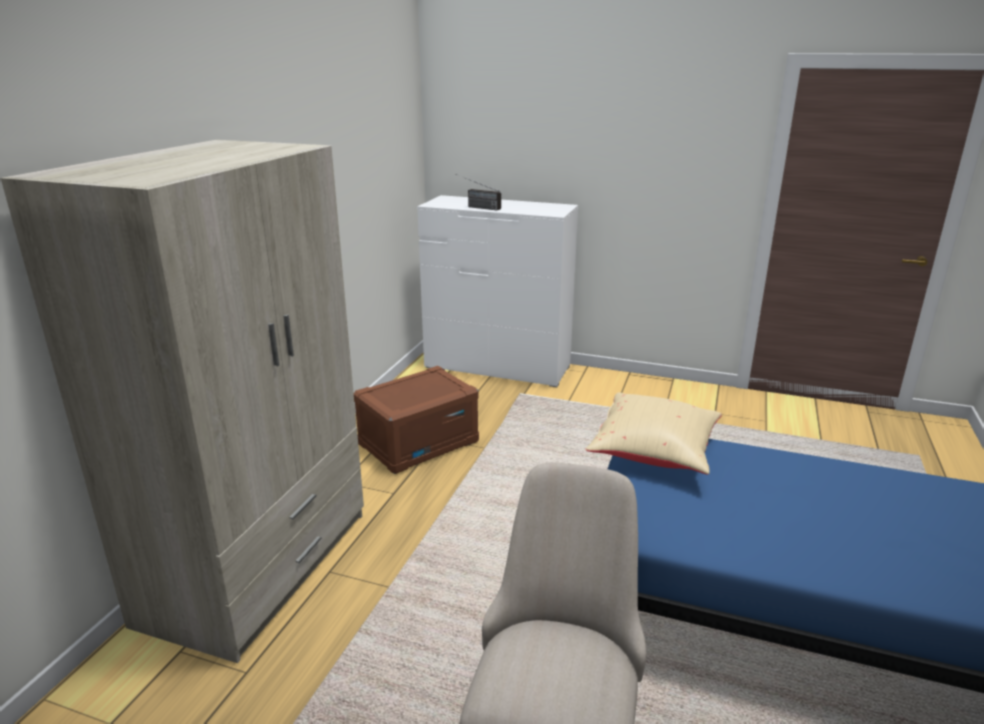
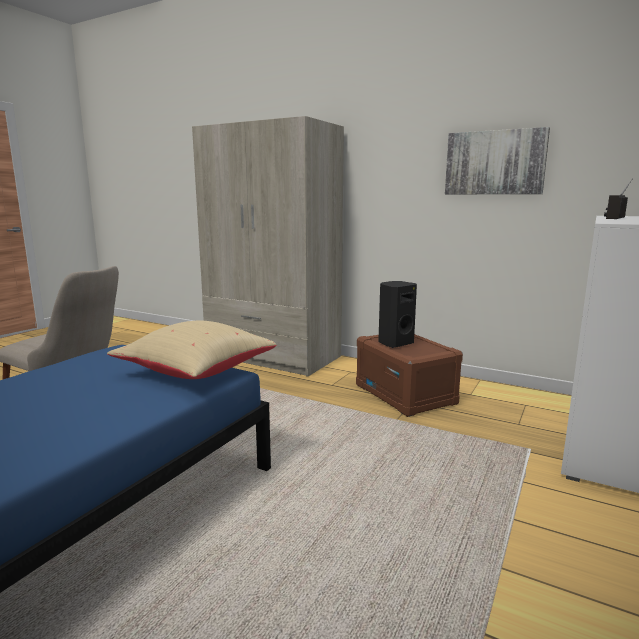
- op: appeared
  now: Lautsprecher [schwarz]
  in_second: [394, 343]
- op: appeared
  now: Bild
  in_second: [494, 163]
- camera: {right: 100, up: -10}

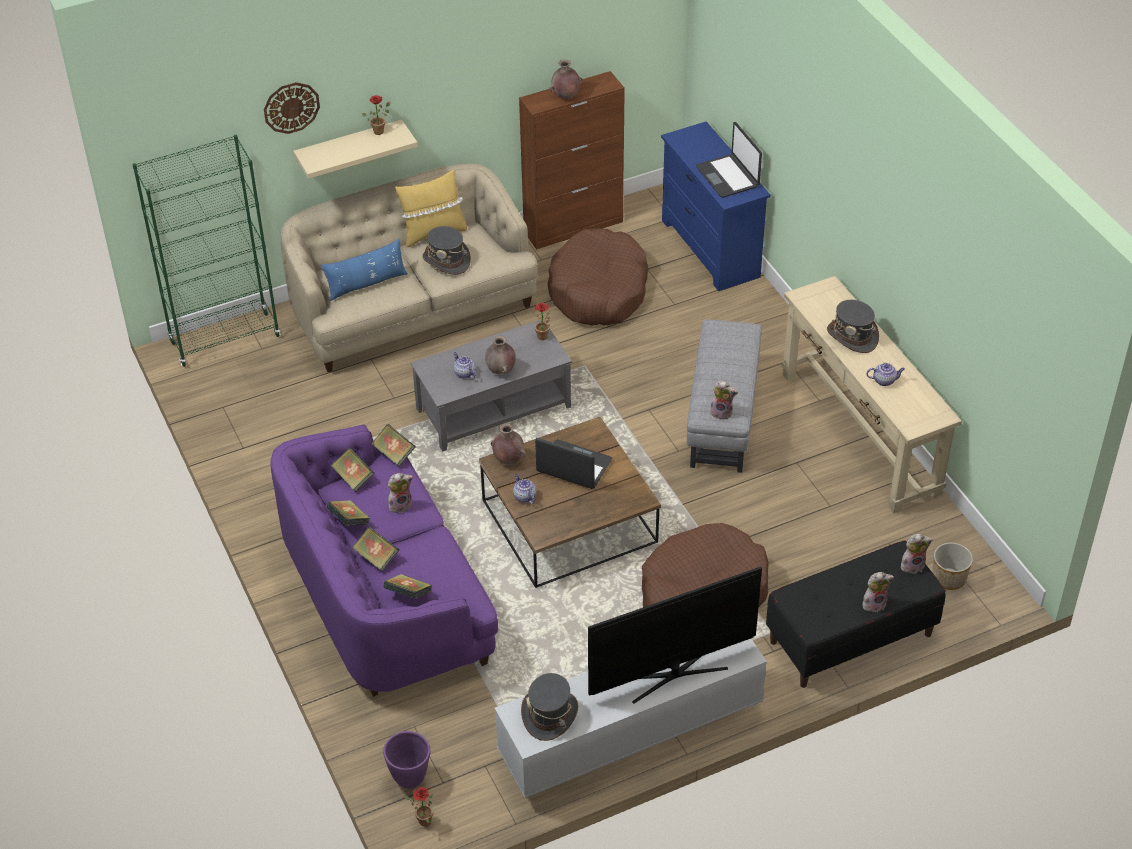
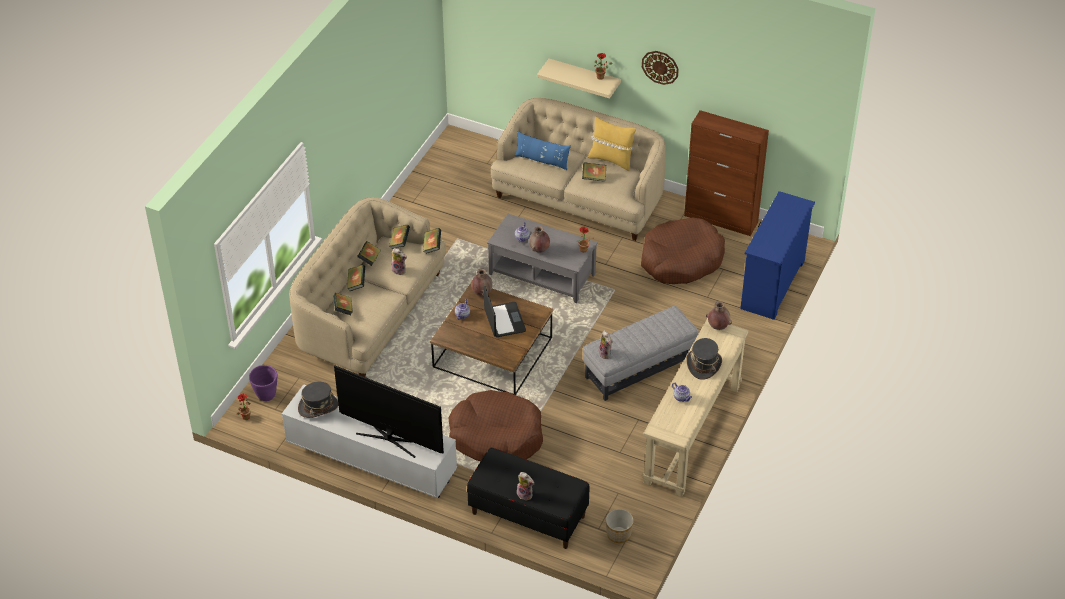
- op: missing
  was: Bücherregal [grün]
  in_first: [225, 339]
- op: relocated
  was: Wanduhr
  in_first: [291, 107]
  in_second: [660, 67]
- op: colour
  was: Sofa [lila]
  now: Sofa [beige]
  in_first: [384, 595]
  in_second: [370, 314]
- op: exchanged
  was: Hut [grau]
  now: Buch
  in_first: [447, 260]
  in_second: [594, 177]
- op: relocated
  was: Vase [braun]
  in_first: [566, 96]
  in_second: [718, 327]
- op: missing
  was: Laptop
  in_first: [728, 177]
- op: missing
  was: Plüschtier
  in_first: [912, 565]
- camera: {right: 50, up: 0}

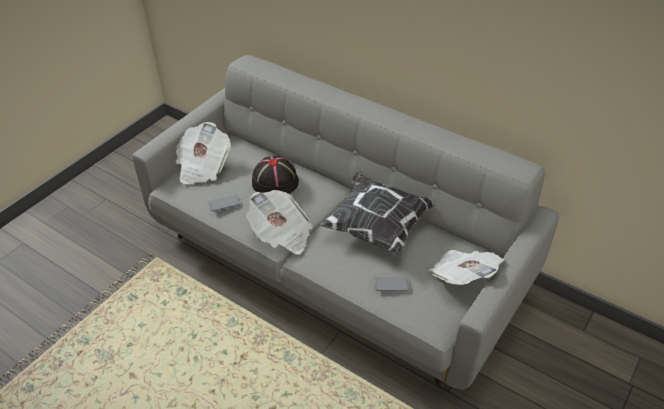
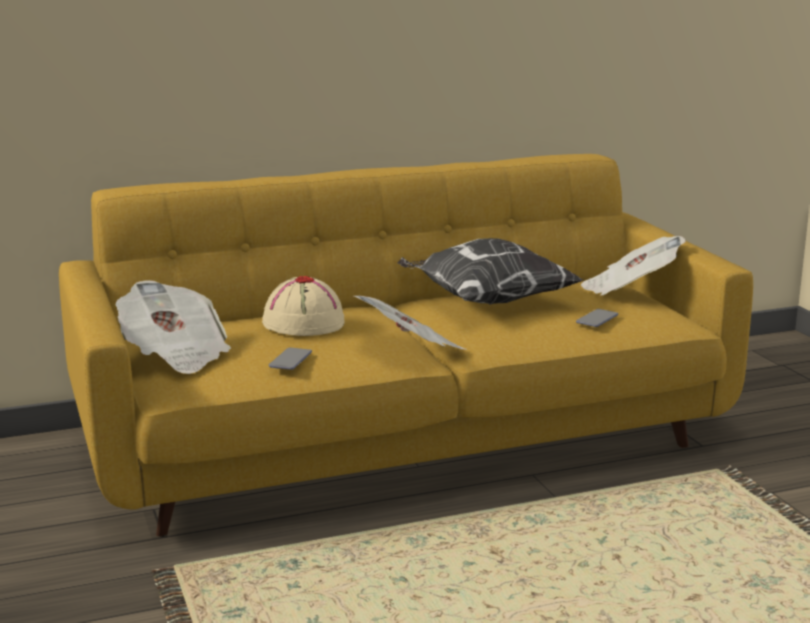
- op: colour
  was: Sofa [grau]
  now: Sofa [gelb]
  in_first: [334, 262]
  in_second: [405, 441]
- op: colour
  was: Hut [schwarz]
  now: Hut [beige]
  in_first: [275, 181]
  in_second: [303, 323]
- camera: {right: -55, up: -25}

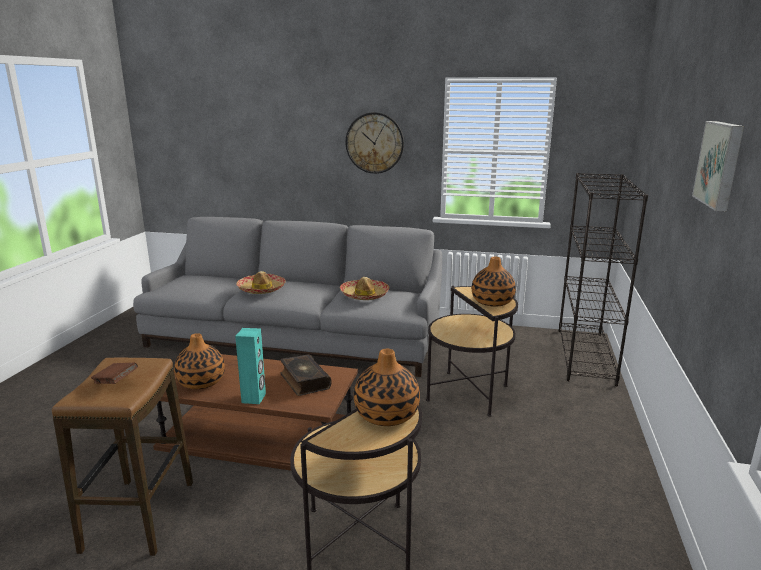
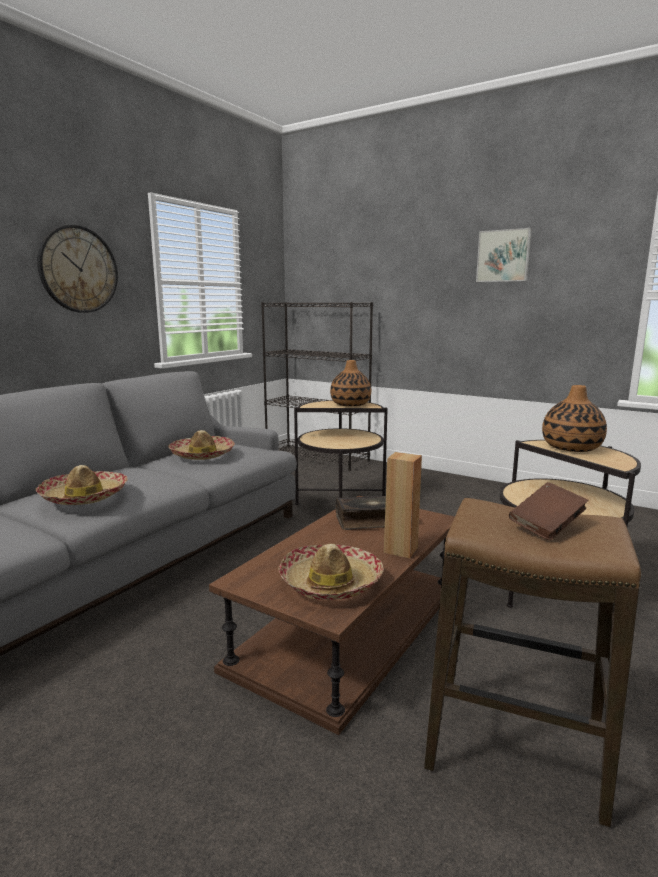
- op: exchanged
  was: Vase
  now: Hut
  in_first: [201, 382]
  in_second: [331, 582]
- op: colour
  was: Lautsprecher [türkis]
  now: Lautsprecher [braun]
  in_first: [254, 398]
  in_second: [401, 550]
- camera: {right: -70, up: -5}

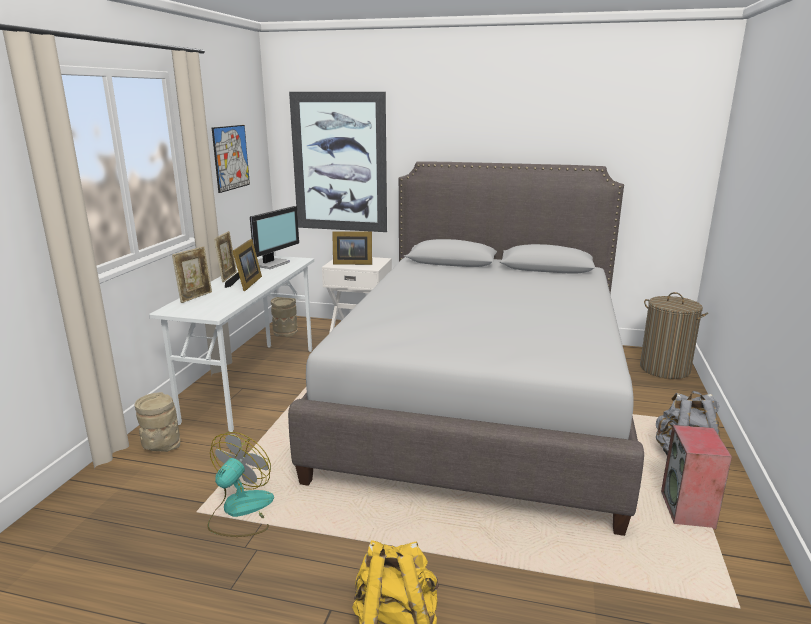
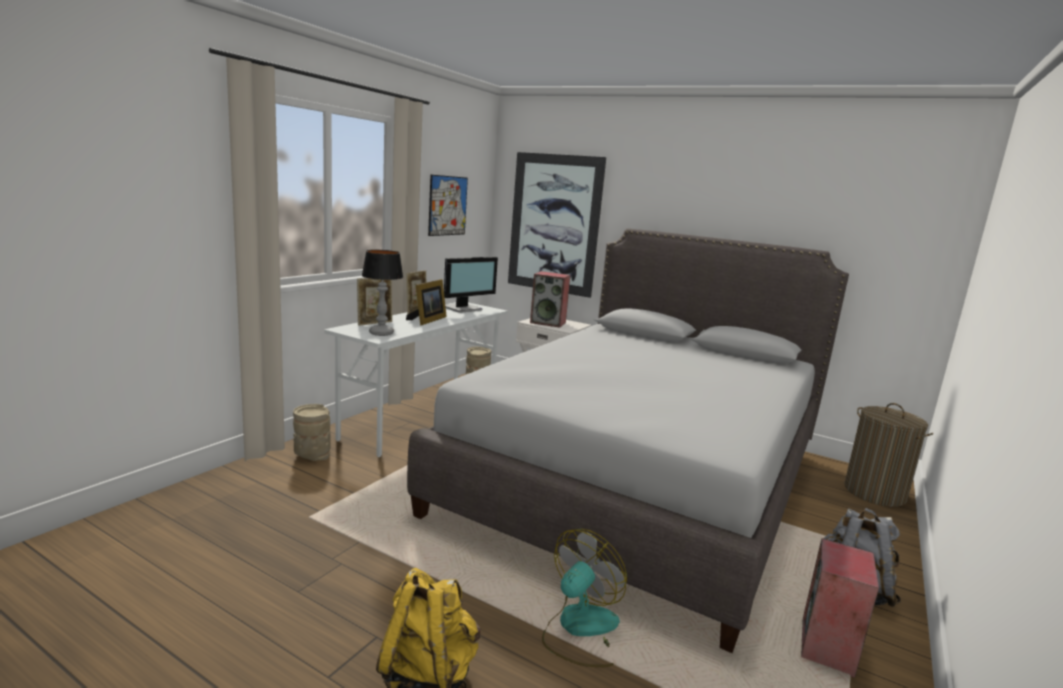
- op: relocated
  was: Ventilator
  in_first: [240, 511]
  in_second: [579, 630]
- op: exchanged
  was: Bilderrahmen
  now: Lautsprecher
  in_first: [351, 263]
  in_second: [548, 323]
- op: appeared
  now: Tischlampe
  in_second: [381, 333]
- camera: {right: 15, up: -5}

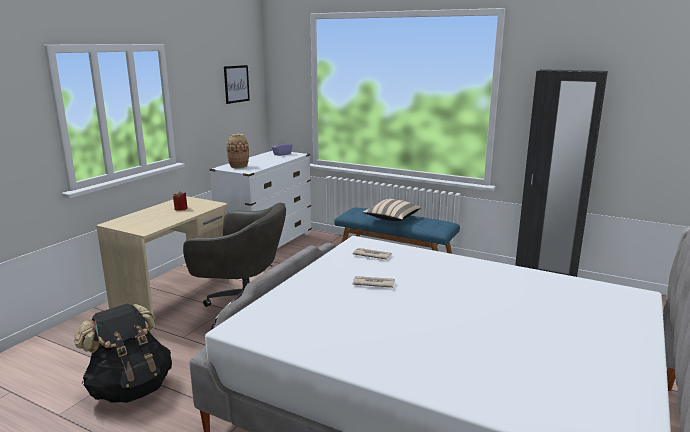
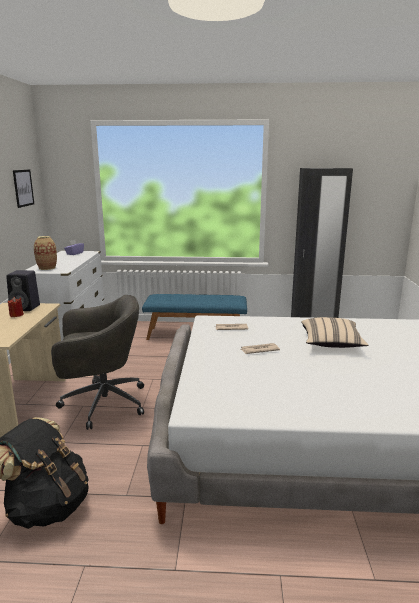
- op: relocated
  was: Kissen [beige]
  in_first: [391, 218]
  in_second: [331, 344]
- op: appeared
  now: Lautsprecher [schwarz]
  in_second: [26, 307]
- camera: {right: -25, up: 0}

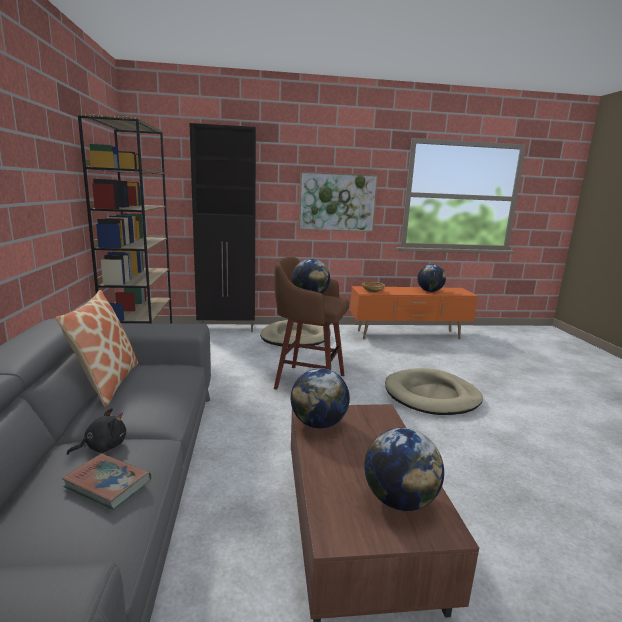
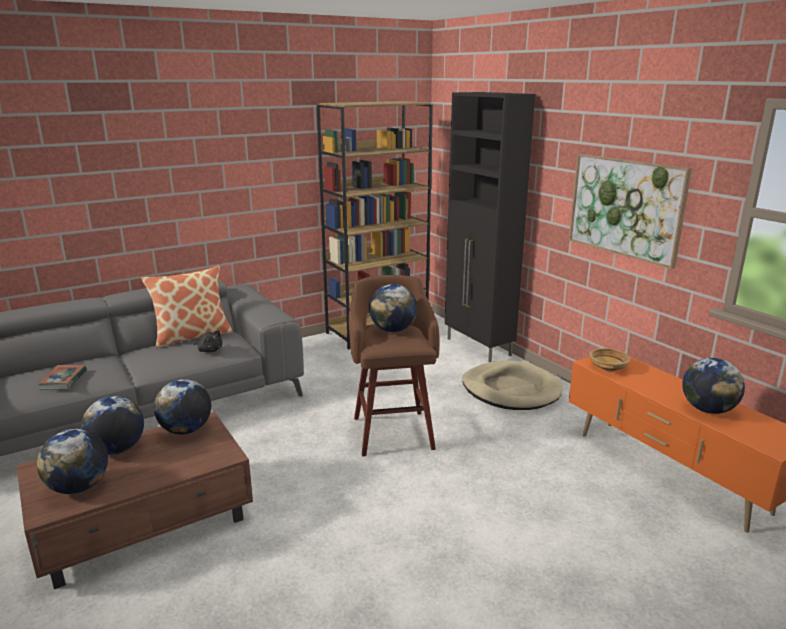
- op: relocated
  was: Plüschtier [schwarz]
  in_first: [103, 447]
  in_second: [209, 350]
- op: missing
  was: Hundebett [beige]
  in_first: [432, 396]
- op: appeared
  now: Globus
  in_second: [117, 449]
- camera: {right: 65, up: 5}

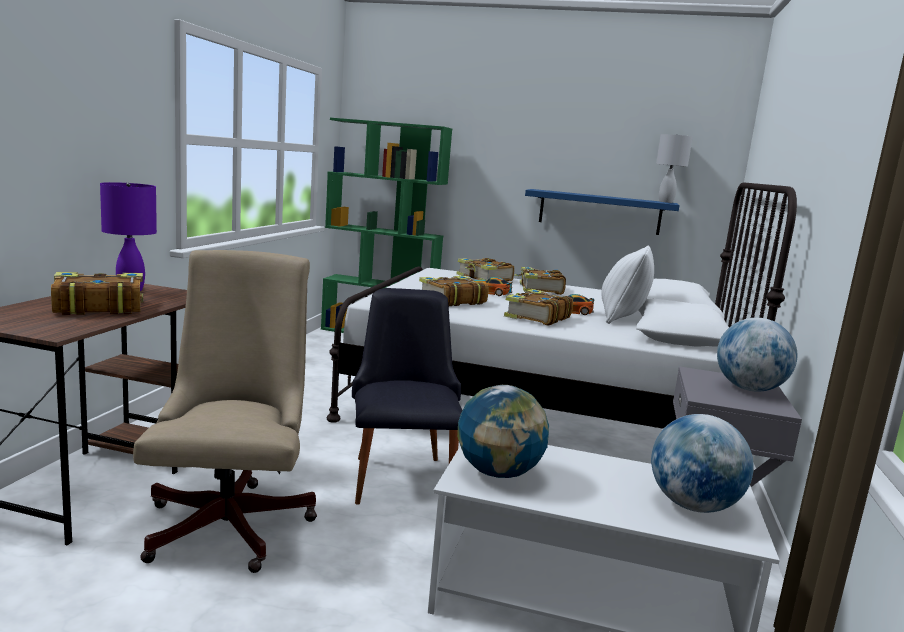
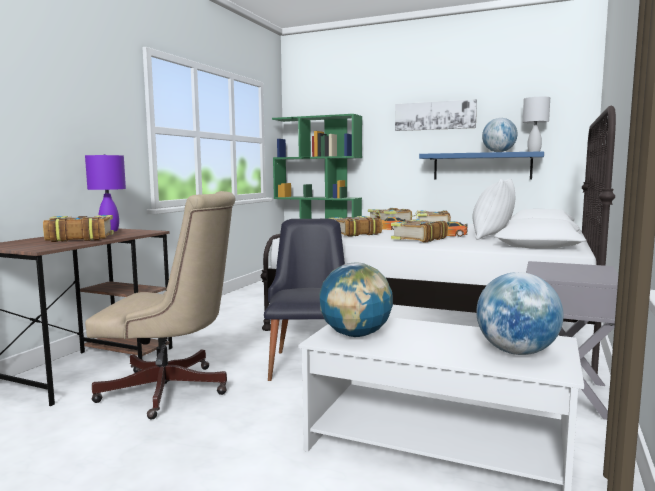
- op: spun
  was: Bürostuhl [beige]
  in_first: [233, 520]
  in_second: [172, 391]
  clockwise: 90
- op: relocated
  was: Globus
  in_first: [749, 389]
  in_second: [498, 152]
- op: appeared
  now: Bild
  in_second: [435, 115]
- camera: {right: 10, up: -5}

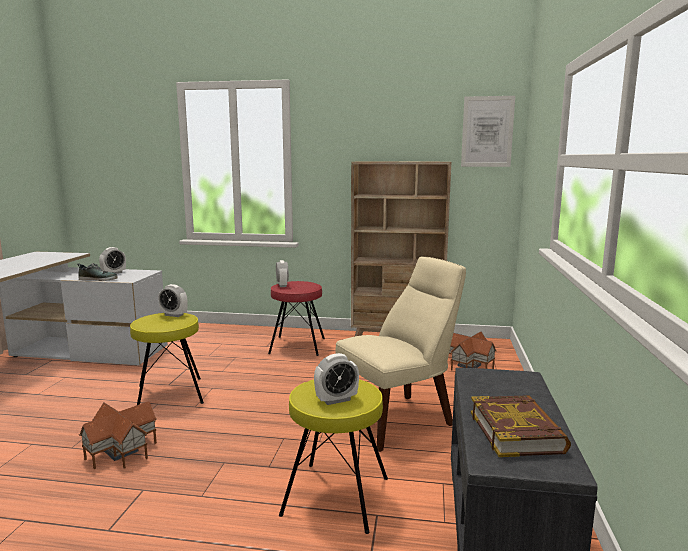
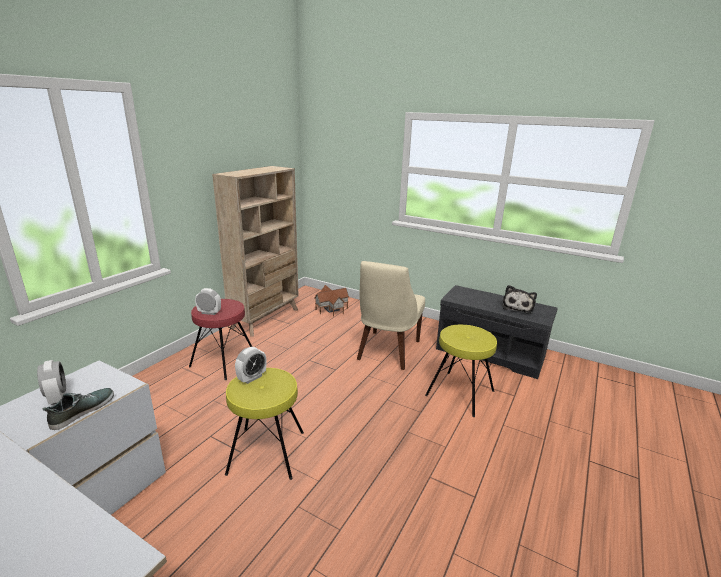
- op: missing
  was: Spielzeughaus
  in_first: [120, 452]
- op: missing
  was: Wecker
  in_first: [336, 400]
- op: spun
  was: Stuhl [beige]
  in_first: [399, 419]
  in_second: [387, 351]
  clockwise: -150
- op: missing
  was: Bild
  in_first: [487, 131]
- op: exchanged
  was: Buch
  now: Plüschtier
  in_first: [516, 432]
  in_second: [518, 307]
- camera: {right: -70, up: 10}

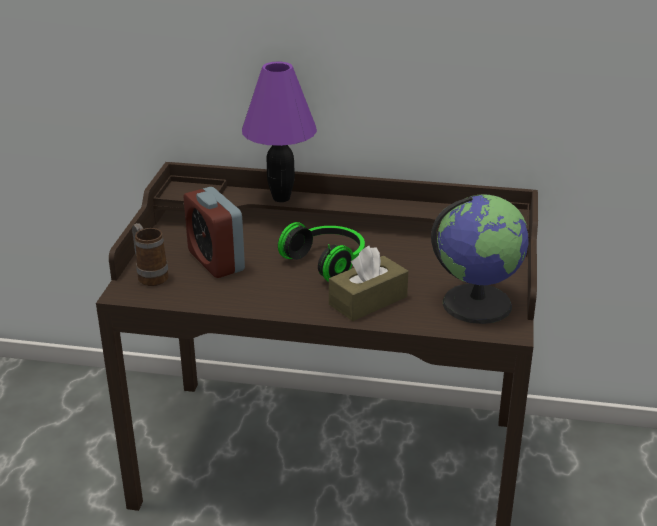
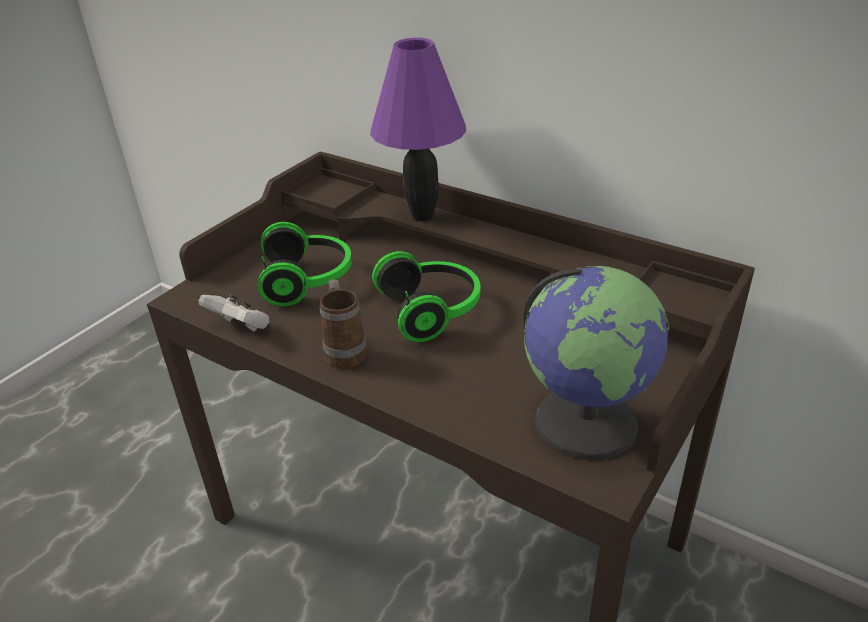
- op: relocated
  was: Henkelbecher
  in_first: [150, 275]
  in_second: [345, 350]
- op: exchanged
  was: Wecker
  now: Kopfhörer
  in_first: [216, 261]
  in_second: [308, 280]
- op: missing
  was: Taschentuchbox [braun]
  in_first: [368, 301]
- op: appeared
  now: Gamepad [weiß]
  in_second: [240, 327]
- camera: {right: 25, up: 5}

